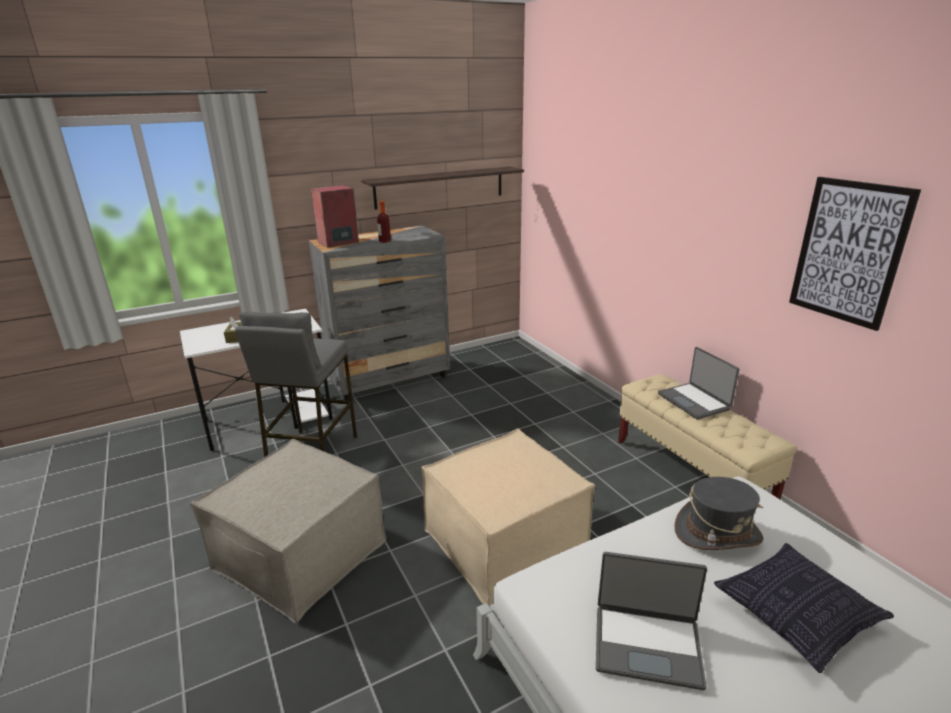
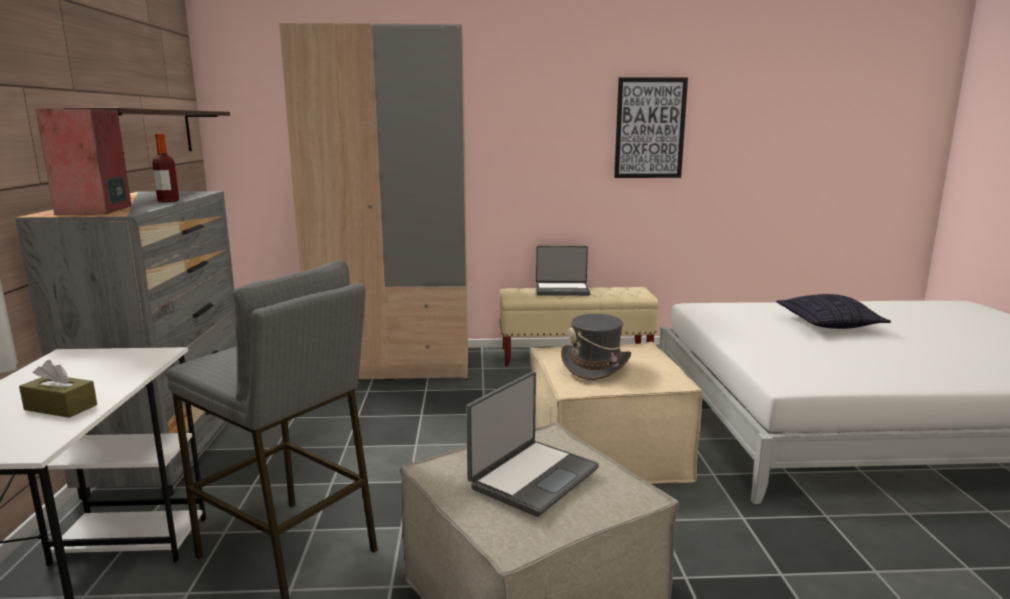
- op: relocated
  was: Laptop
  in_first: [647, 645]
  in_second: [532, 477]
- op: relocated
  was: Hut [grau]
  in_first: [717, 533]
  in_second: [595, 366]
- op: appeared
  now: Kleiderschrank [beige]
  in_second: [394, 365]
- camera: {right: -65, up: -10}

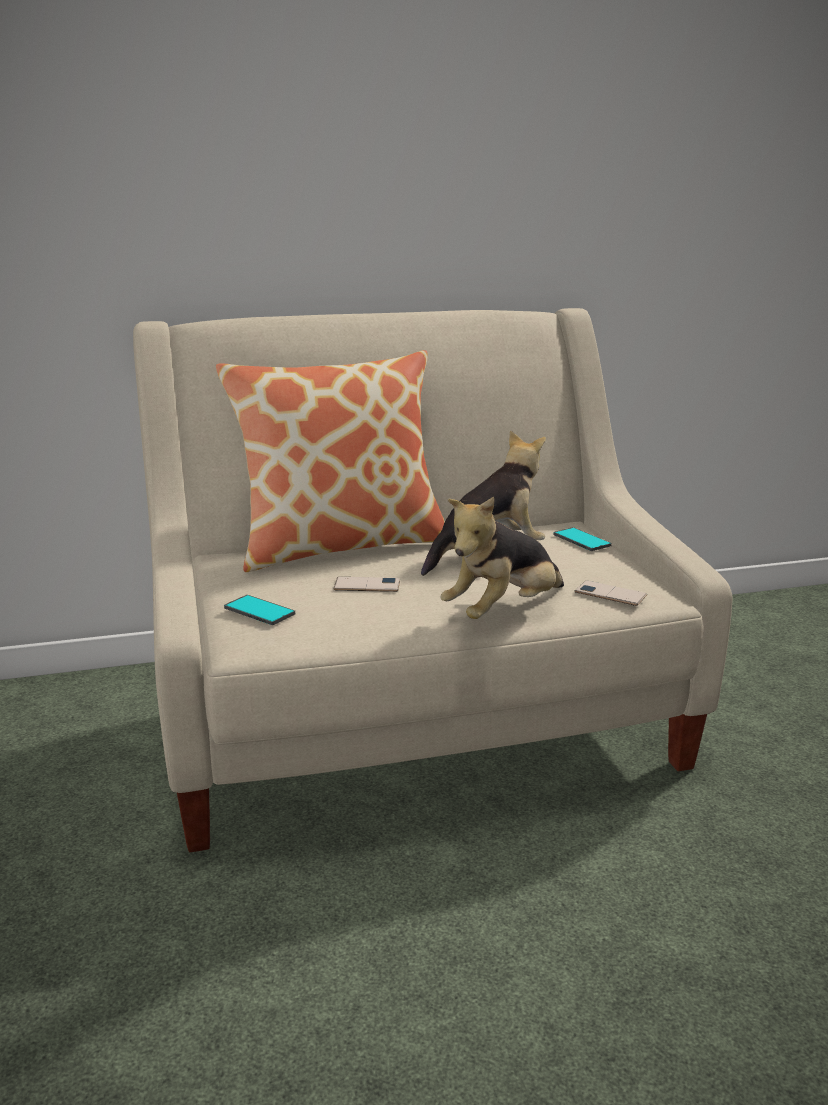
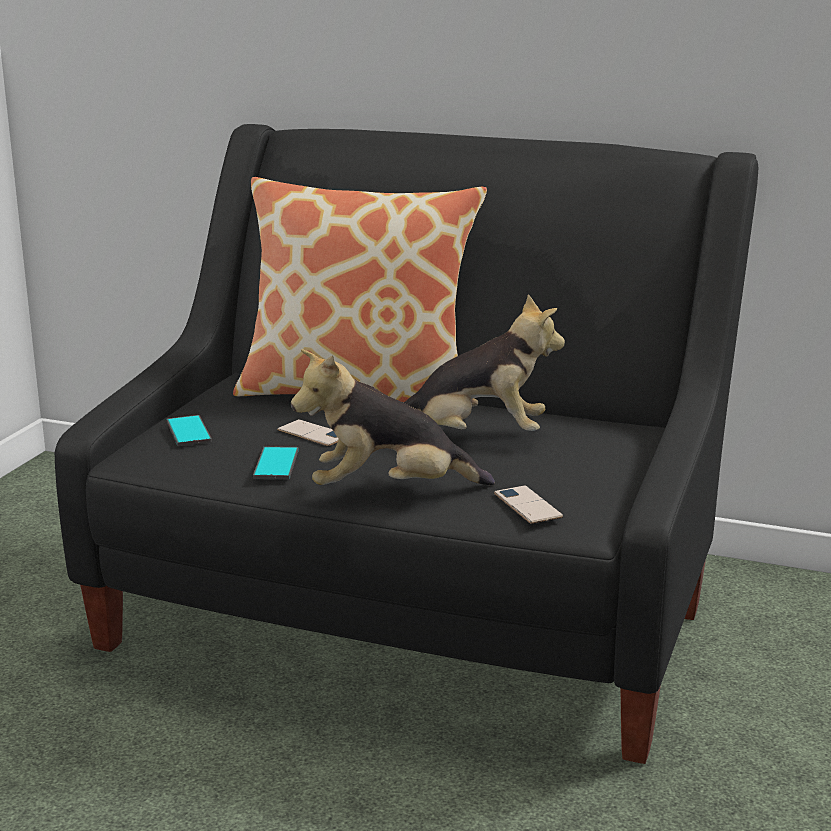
- op: colour
  was: Sofa [beige]
  now: Sofa [schwarz]
  in_first: [413, 719]
  in_second: [416, 611]
- op: relocated
  was: Handy
  in_first: [581, 540]
  in_second: [276, 464]
- camera: {right: 35, up: 0}

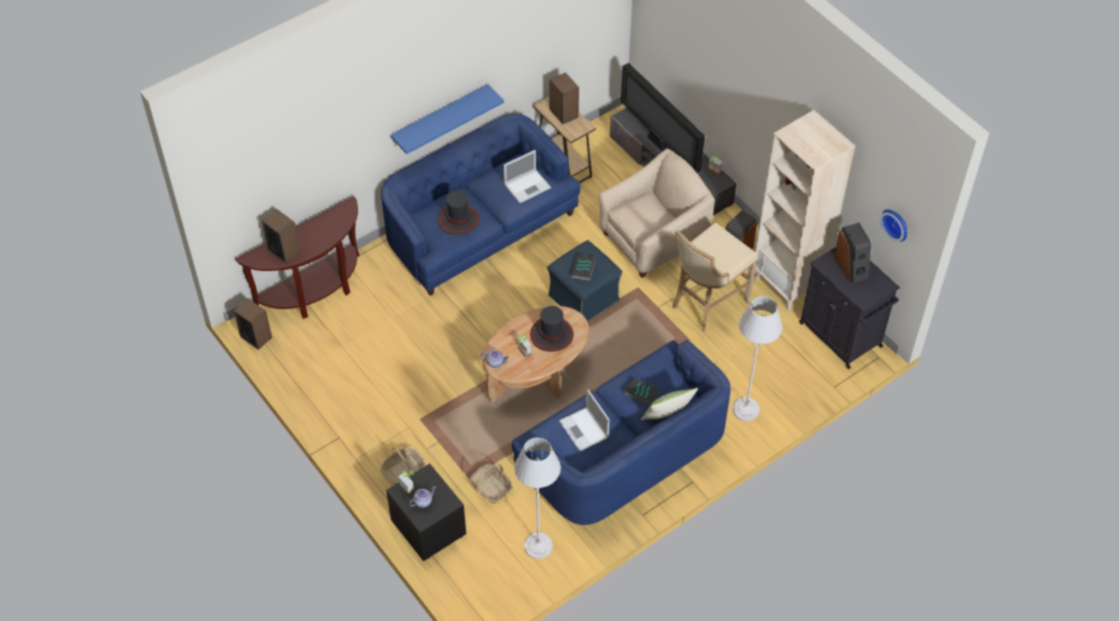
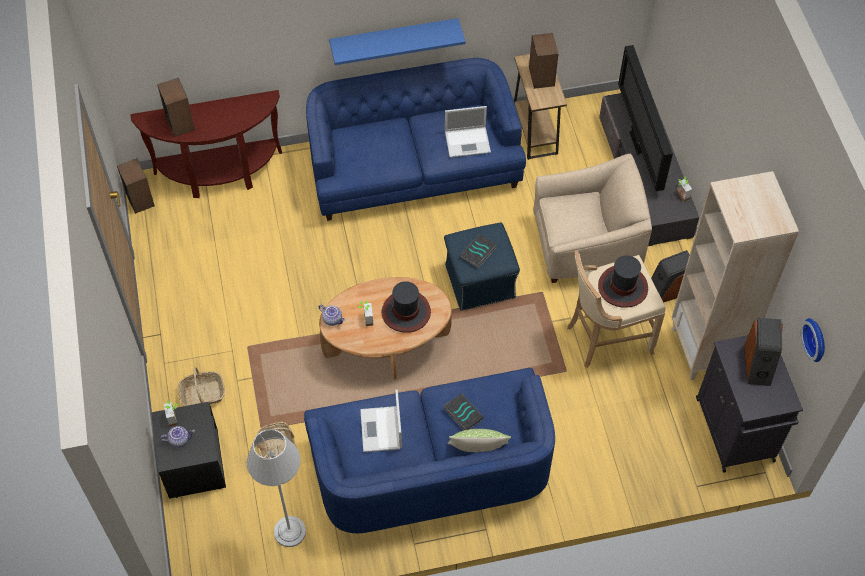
- op: relocated
  was: Hut
  in_first: [458, 219]
  in_second: [623, 287]
- op: missing
  was: Stehlampe [grau]
  in_first: [746, 410]
- camera: {right: 25, up: 5}

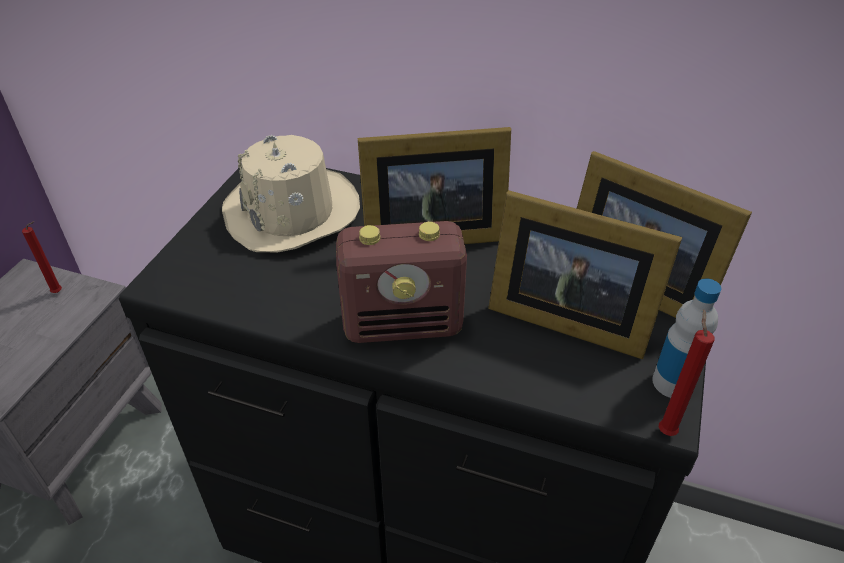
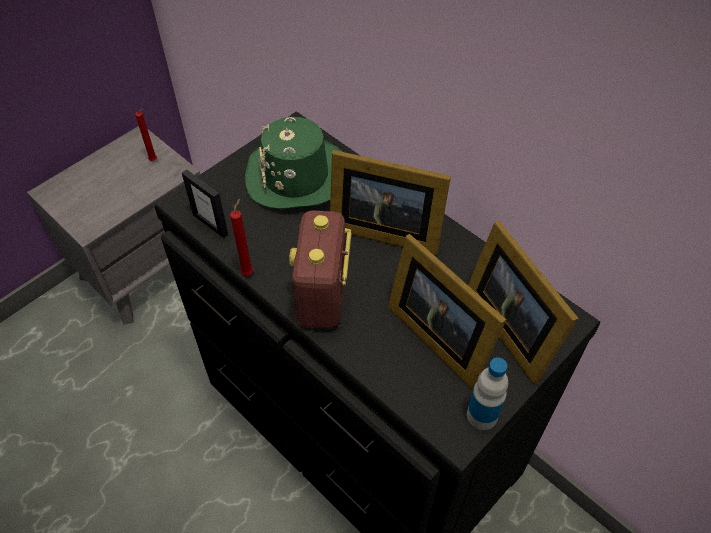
- op: colour
  was: Hut [beige]
  now: Hut [grün]
  in_first: [292, 212]
  in_second: [296, 175]
- op: spun
  was: Radio
  in_first: [404, 324]
  in_second: [322, 296]
  clockwise: 75
- op: relocated
  was: Kerze [rot]
  in_first: [666, 429]
  in_second: [248, 272]
- op: appeared
  now: Bilderrahmen
  in_second: [210, 224]
- camera: {right: 25, up: 10}

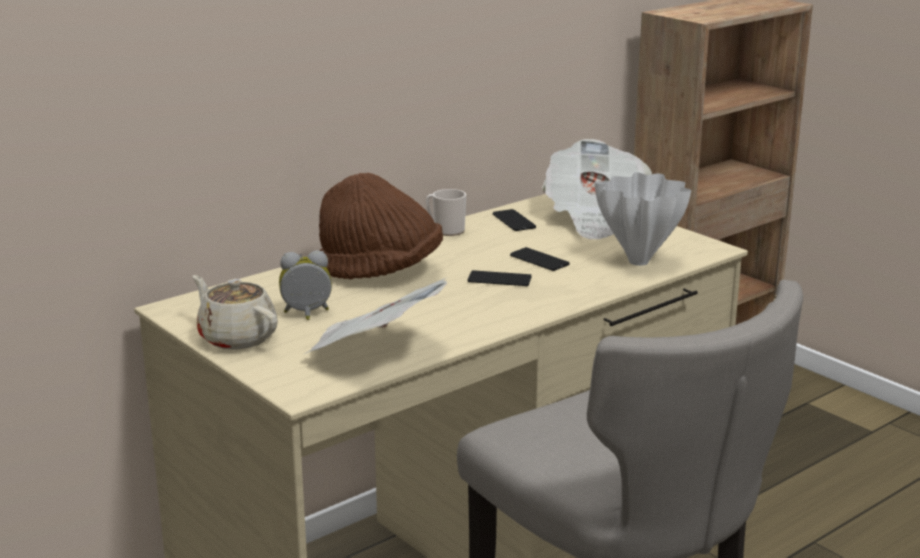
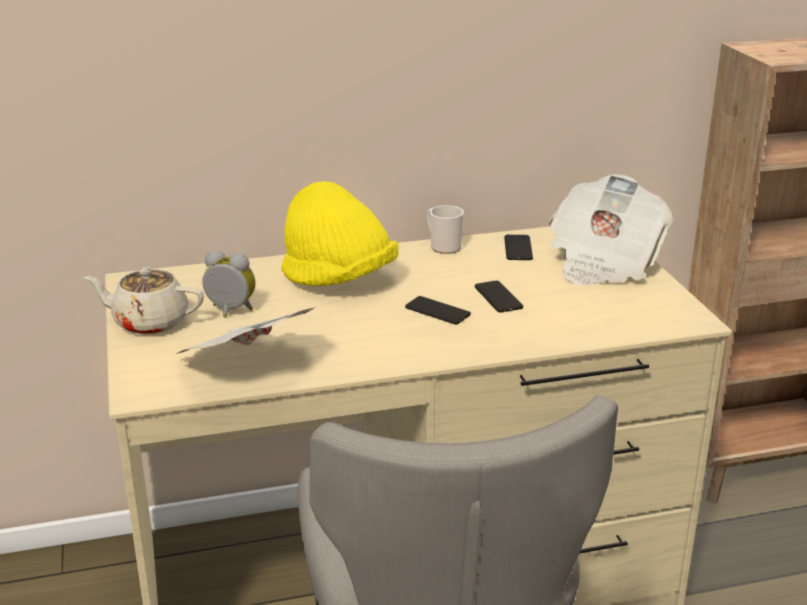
- op: spun
  was: Teekanne [beige]
  in_first: [237, 337]
  in_second: [149, 322]
  clockwise: -60
- op: colour
  was: Hut [braun]
  now: Hut [gelb]
  in_first: [381, 272]
  in_second: [338, 280]
- op: missing
  was: Vase [weiß]
  in_first: [640, 262]
- camera: {right: 25, up: 5}

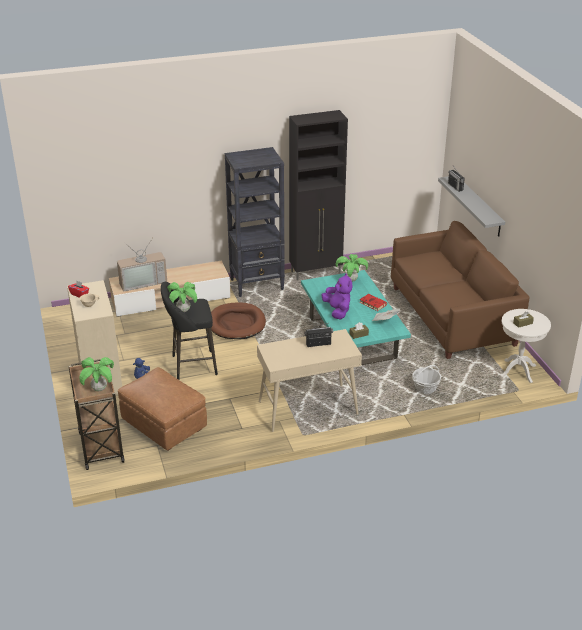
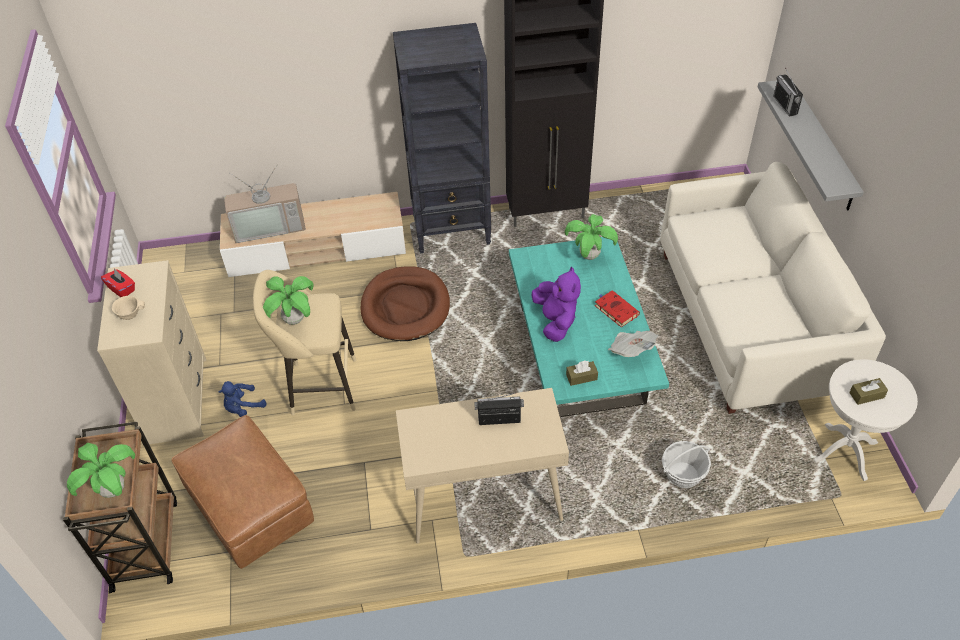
- op: colour
  was: Hocker [schwarz]
  now: Hocker [beige]
  in_first: [191, 365]
  in_second: [319, 387]
- op: colour
  was: Sofa [braun]
  now: Sofa [weiß]
  in_first: [453, 316]
  in_second: [751, 321]
- camera: {right: 10, up: 15}

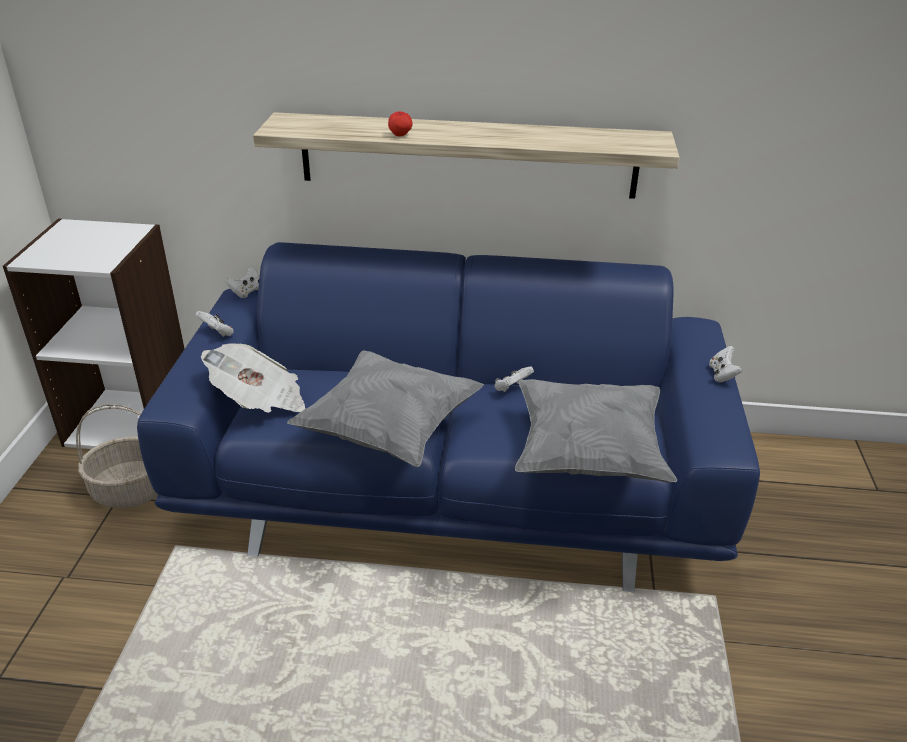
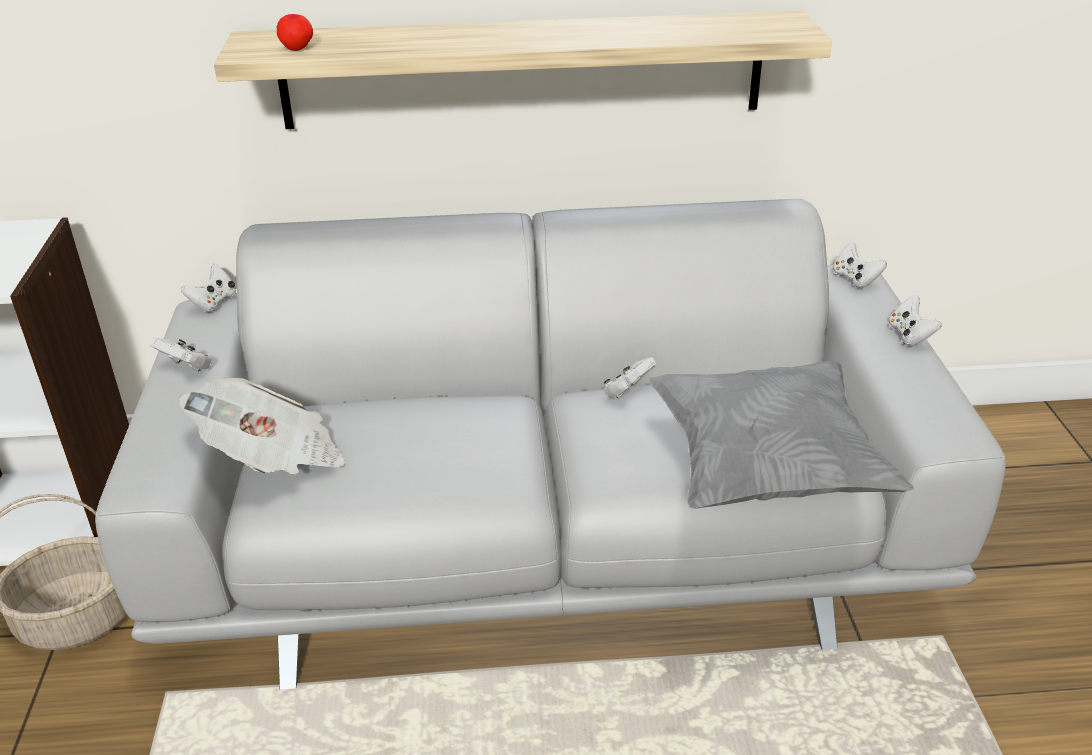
- op: colour
  was: Sofa [blau]
  now: Sofa [grau]
  in_first: [454, 487]
  in_second: [551, 541]
- op: missing
  was: Kissen [grau]
  in_first: [389, 430]
- op: relocated
  was: Apfel
  in_first: [400, 135]
  in_second: [297, 48]
- op: appeared
  now: Gamepad [weiß]
  in_second: [855, 279]
- camera: {right: -10, up: 0}

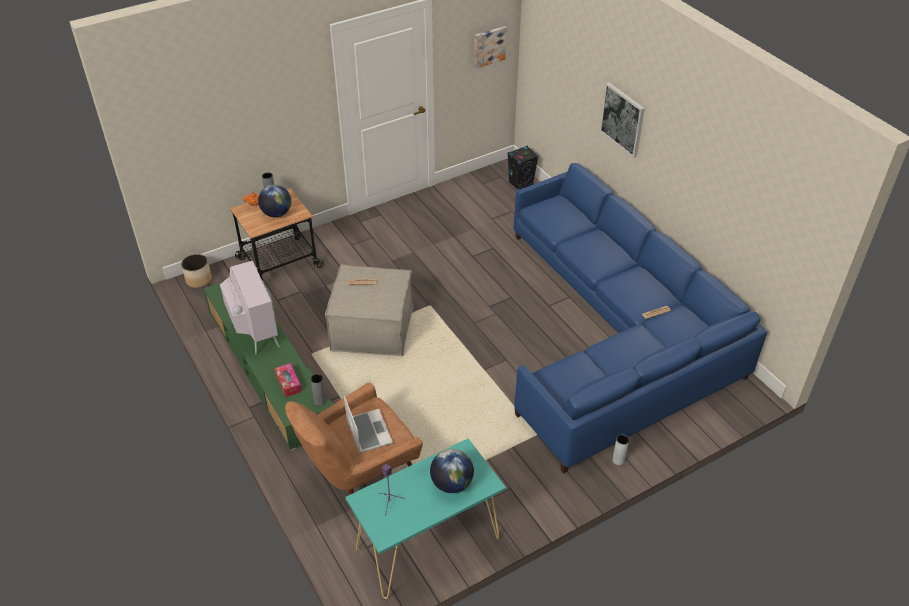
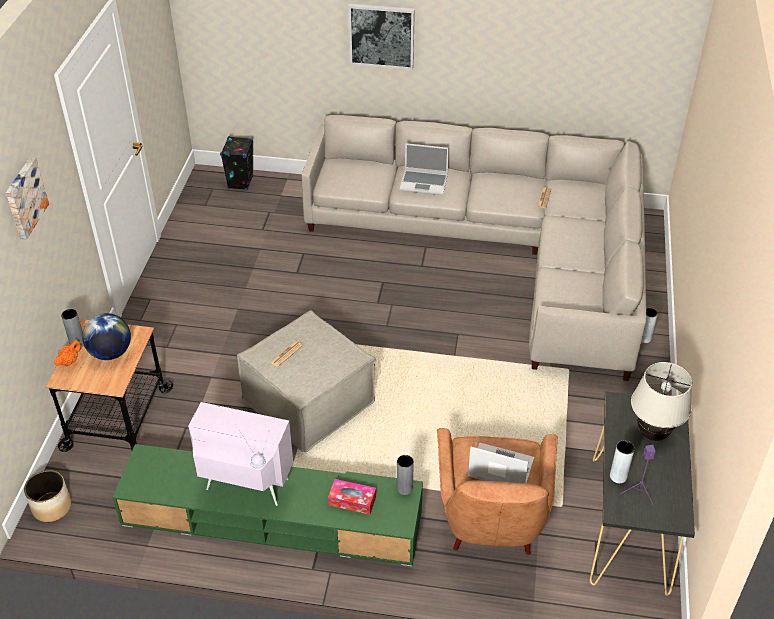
- op: colour
  was: Konsolentisch [türkis]
  now: Konsolentisch [schwarz]
  in_first: [427, 544]
  in_second: [629, 524]
- op: exchanged
  was: Globus
  now: Tischlampe [beige]
  in_first: [452, 483]
  in_second: [652, 434]
- op: relocated
  was: Bild
  in_first: [489, 46]
  in_second: [24, 197]
- op: colour
  was: Sofa [blau]
  now: Sofa [beige]
  in_first: [616, 335]
  in_second: [503, 249]
- op: appeared
  now: Laptop
  in_second: [424, 183]
- op: appeared
  now: Vase [grau]
  in_second: [618, 476]
- camera: {right: -50, up: 0}

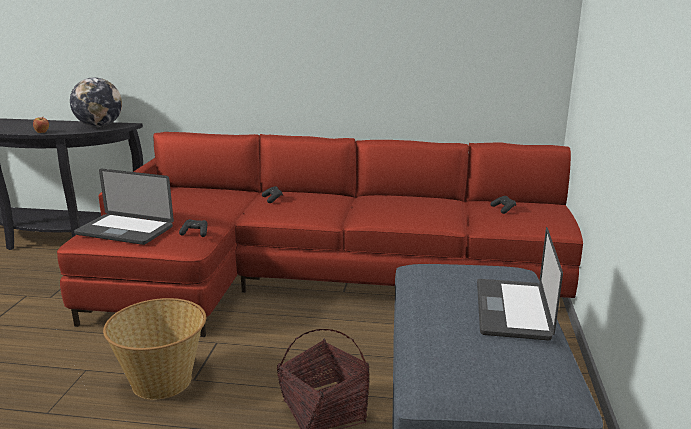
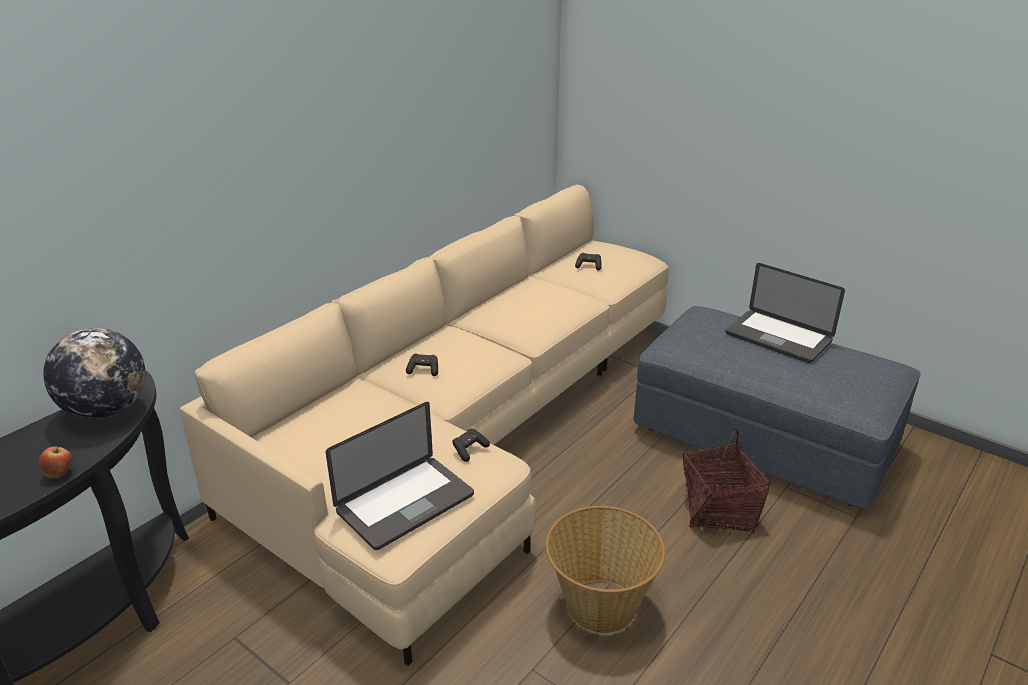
- op: colour
  was: Sofa [rot]
  now: Sofa [beige]
  in_first: [326, 278]
  in_second: [473, 427]
- camera: {right: -60, up: 10}

